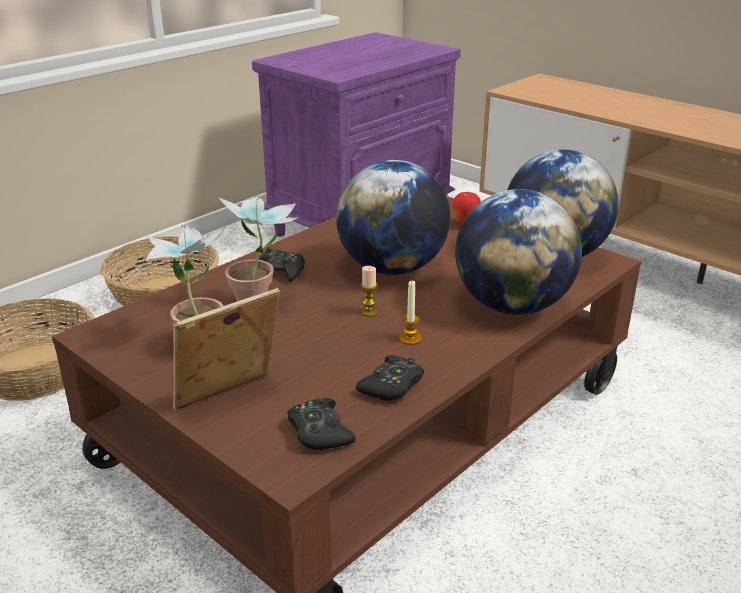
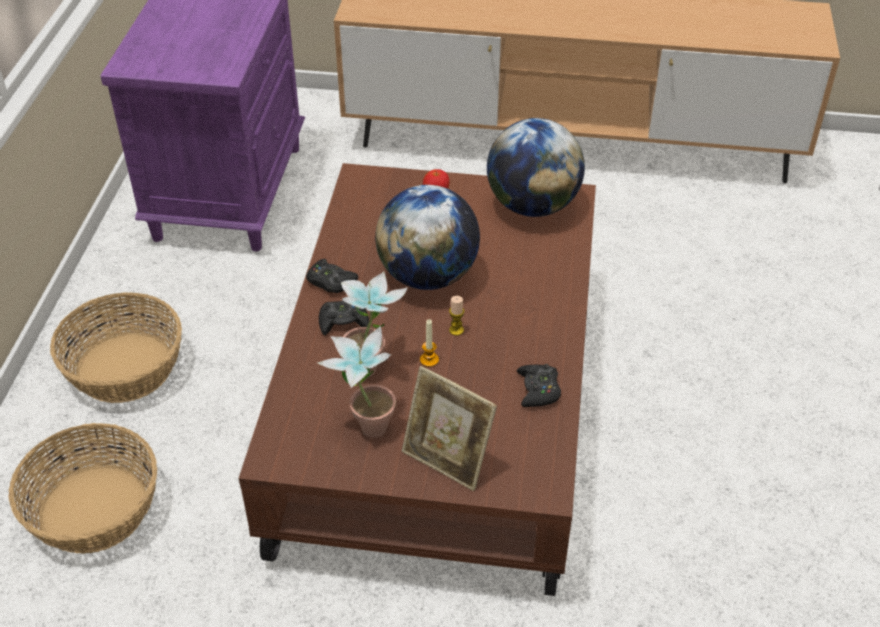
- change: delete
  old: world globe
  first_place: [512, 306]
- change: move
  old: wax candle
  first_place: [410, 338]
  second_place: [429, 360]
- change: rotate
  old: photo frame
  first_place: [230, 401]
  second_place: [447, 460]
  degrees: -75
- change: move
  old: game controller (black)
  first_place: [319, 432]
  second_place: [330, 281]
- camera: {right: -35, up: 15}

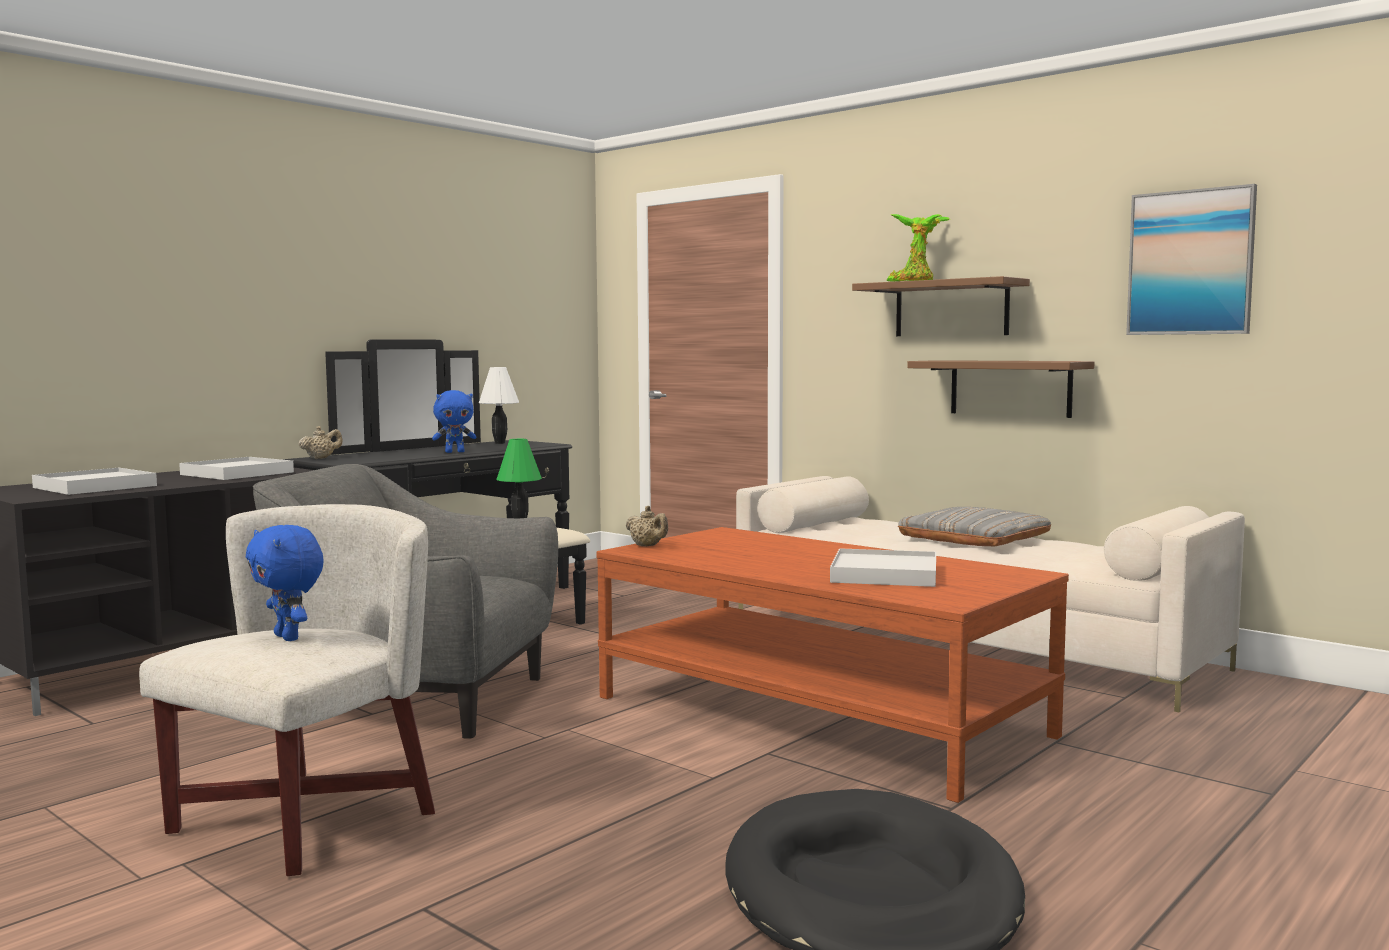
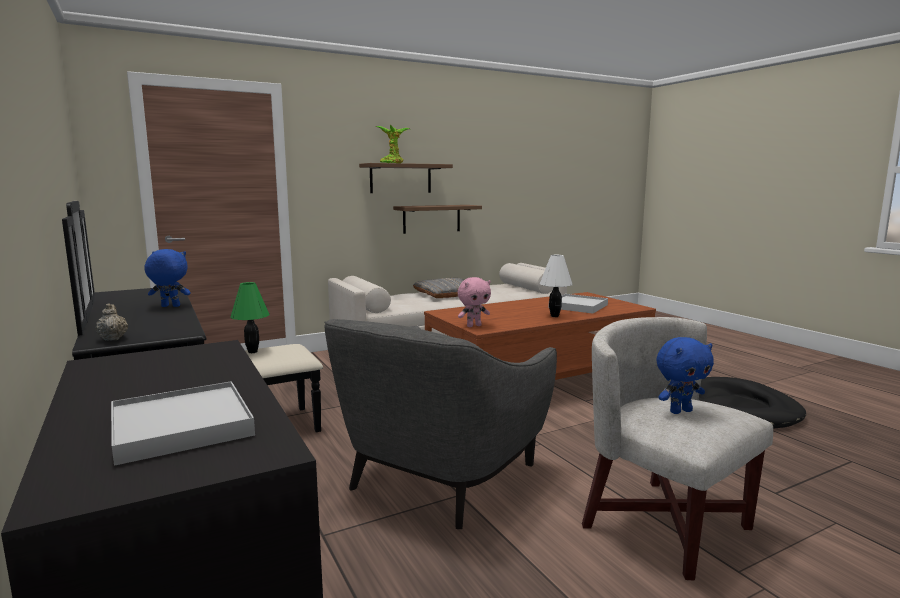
- change: delete
  old: picture
  first_place: [1190, 262]
- change: move
  old: tabletop lamp (whitish)
  first_place: [500, 443]
  second_place: [555, 316]
- change: rotate
  old: plush toy (bluish)
  first_place: [455, 452]
  second_place: [170, 306]
  degrees: -90
- change: delete
  old: serving tray (whitish)
  first_place: [237, 473]
- change: replace
  old: pot for tea (beige-coloured)
  new: plush toy (pinkish)
  first_place: [647, 546]
  second_place: [474, 326]
- camera: {right: -70, up: 5}

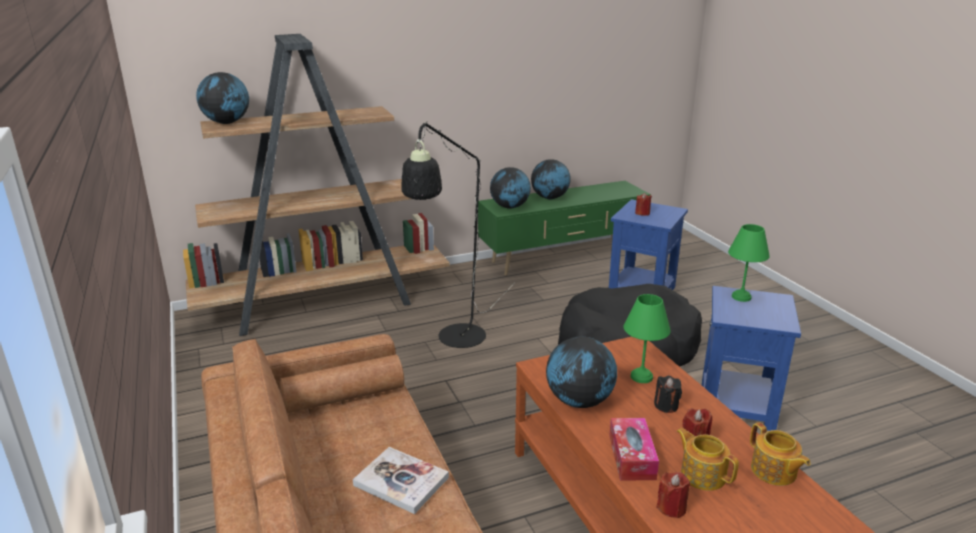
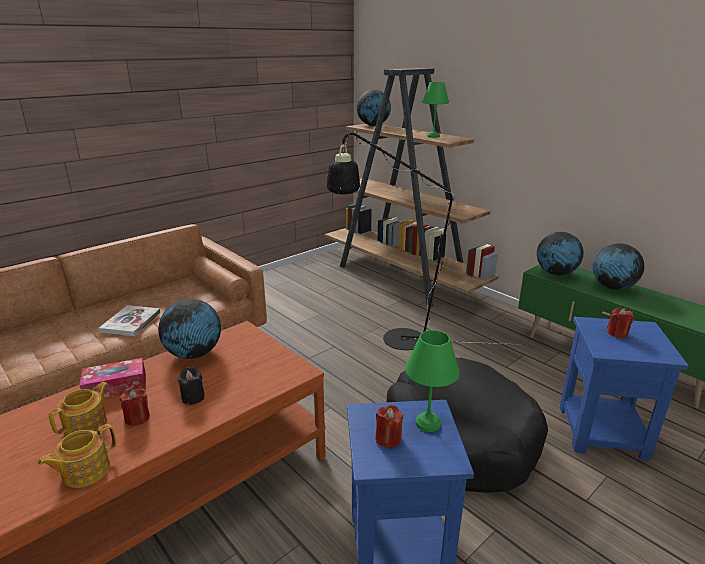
- change: move
  old: tabletop lamp (green)
  first_place: [641, 376]
  second_place: [434, 136]
- change: move
  old: wax candle (red-coloured)
  first_place: [671, 507]
  second_place: [388, 438]
- camera: {right: 70, up: 0}

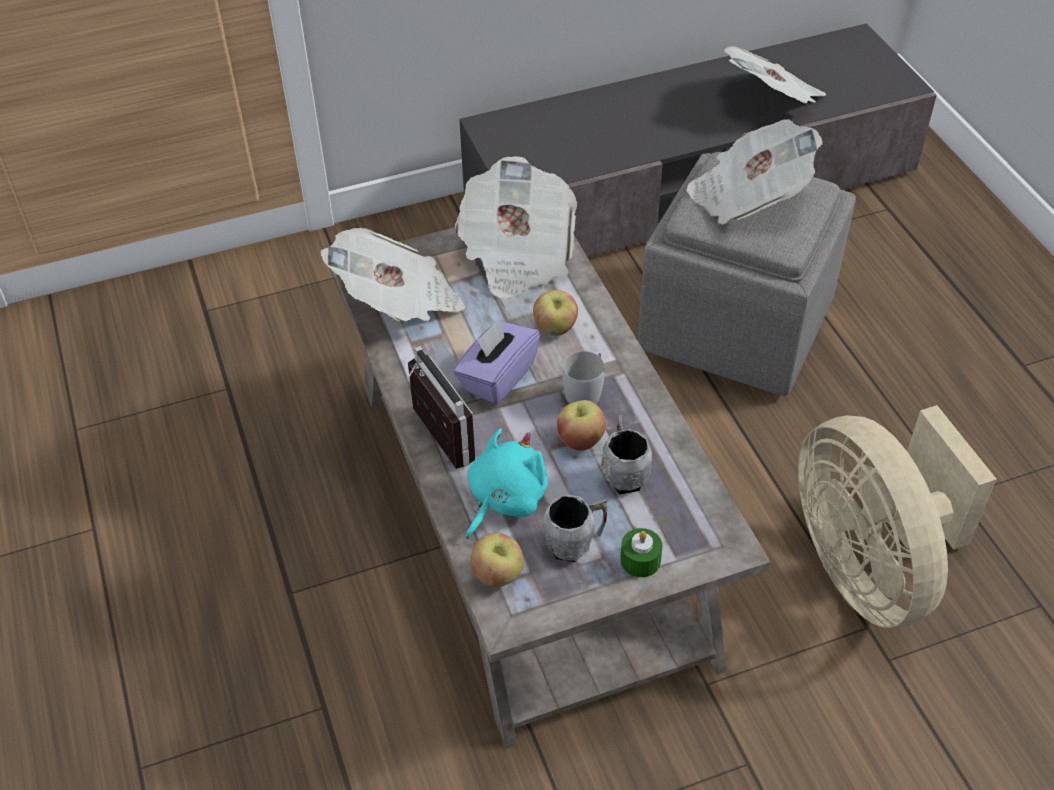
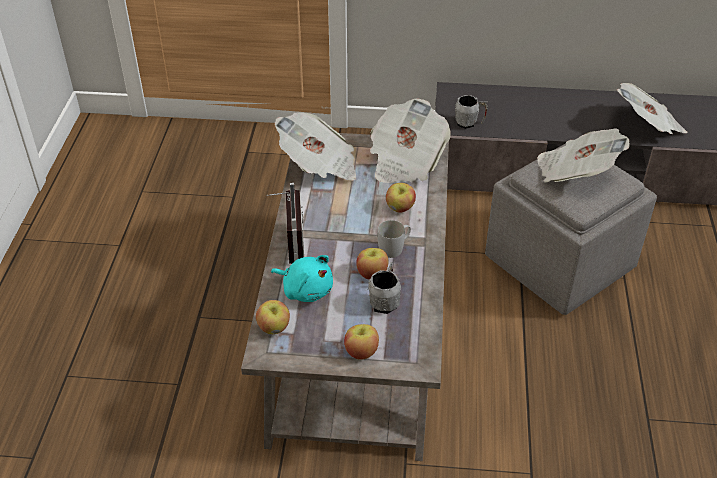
- change: delete
  old: tissue holder (purple-coloured)
  first_place: [497, 377]
- change: delete
  old: fan (beige-coloured)
  first_place: [869, 567]
- change: rotate
  old: plush toy (turquoise-coloured)
  first_place: [504, 499]
  second_place: [305, 289]
  degrees: 60
- change: move
  old: mug (gray)
  first_place: [575, 543]
  second_place: [469, 123]
- change: replace
  old: wax candle (green)
  new: whole apple
  first_place: [640, 560]
  second_place: [361, 351]
- camera: {right: 25, up: -5}

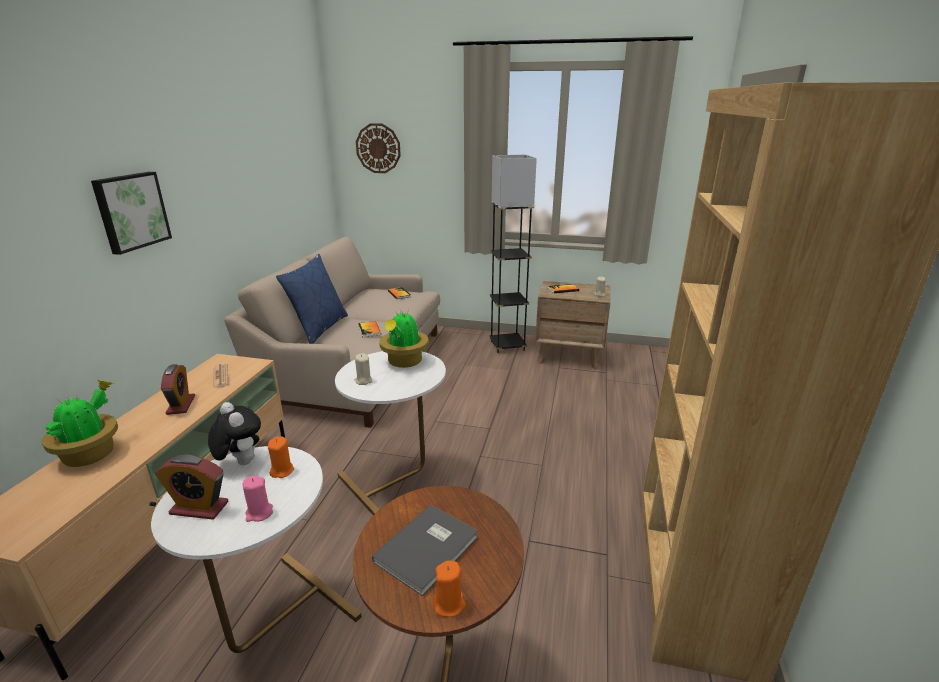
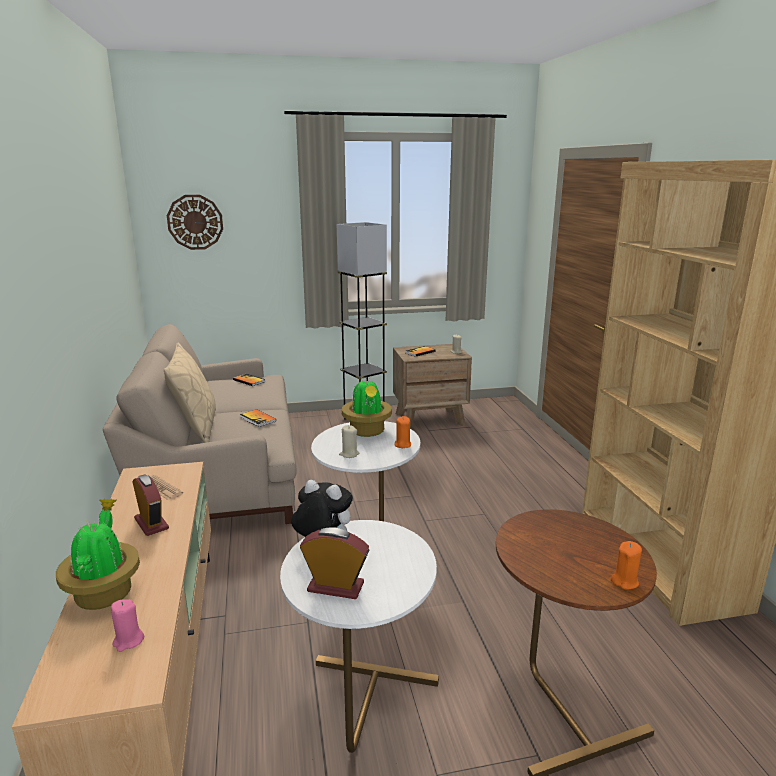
- change: delete
  old: picture
  first_place: [131, 211]
- change: recolor
  old: pillow (bluish)
  new: pillow (beige-coloured)
  first_place: [319, 328]
  second_place: [196, 427]
- change: move
  old: wax candle (orangey)
  first_place: [282, 471]
  second_place: [402, 444]
- change: rotate
  old: bedside clock
  first_place: [199, 508]
  second_place: [335, 587]
  degrees: -150
- change: move
  old: wax candle (pinkish)
  first_place: [259, 513]
  second_place: [128, 641]
- change: delete
  old: book (gray)
  first_place: [429, 549]
- camera: {right: -25, up: -5}

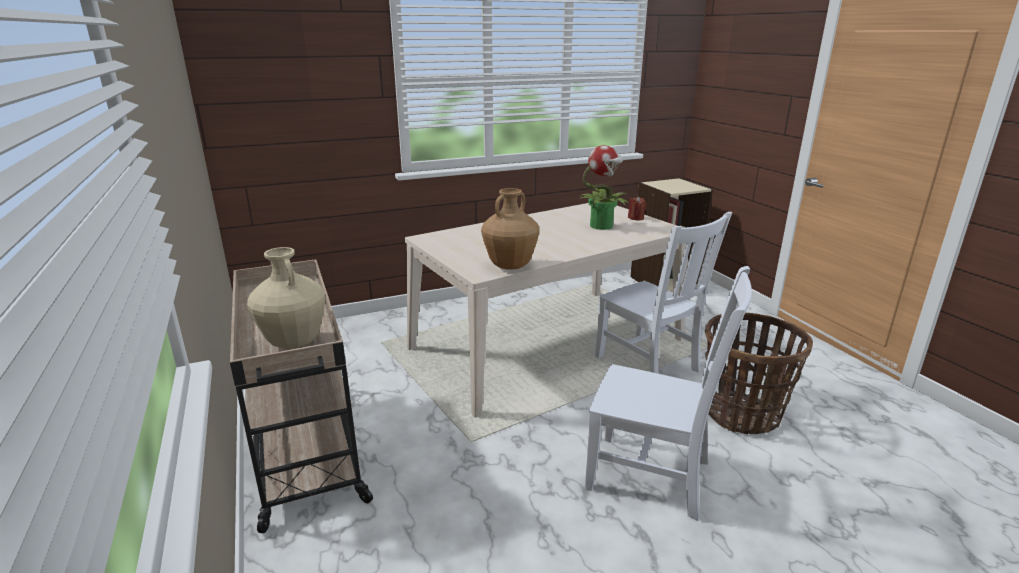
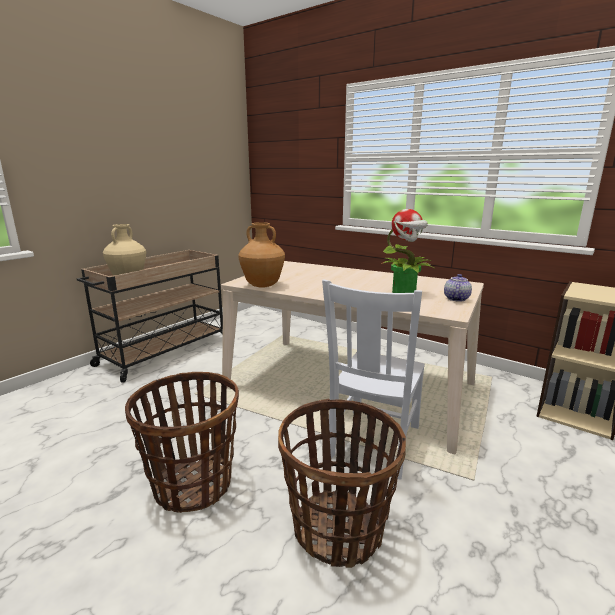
- change: replace
  old: wax candle (red-coloured)
  new: pot for tea
  first_place: [636, 218]
  second_place: [455, 299]
- change: replace
  old: chair (whitish)
  new: storage basket
  first_place: [653, 476]
  second_place: [192, 484]
- camera: {right: 60, up: -5}

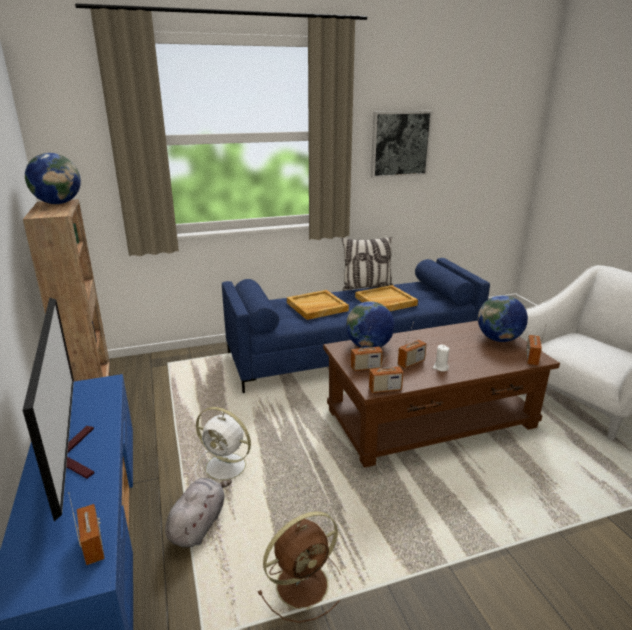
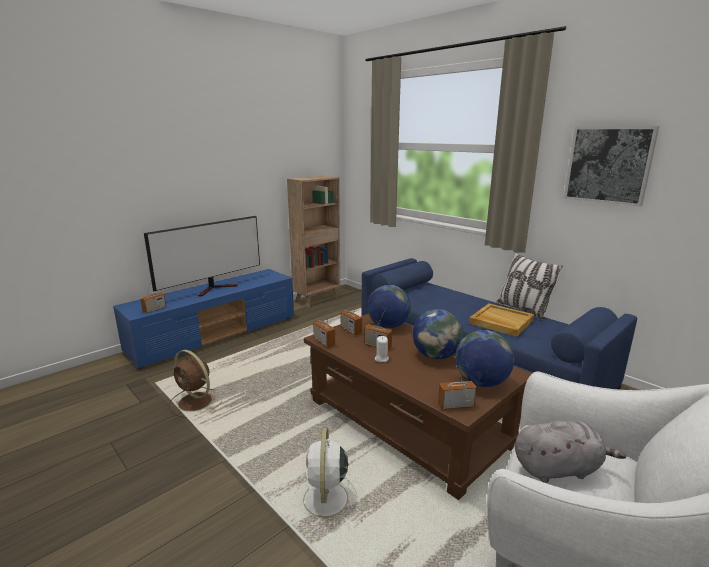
- change: move
  old: world globe
  first_place: [58, 203]
  second_place: [436, 356]
- change: delete
  old: serving tray (beige-coloured)
  first_place: [317, 307]
- change: move
  old: fan (whitish)
  first_place: [227, 467]
  second_place: [325, 501]
- change: move
  old: plush toy (gray)
  first_place: [198, 525]
  second_place: [558, 468]
- camera: {right: 65, up: -5}

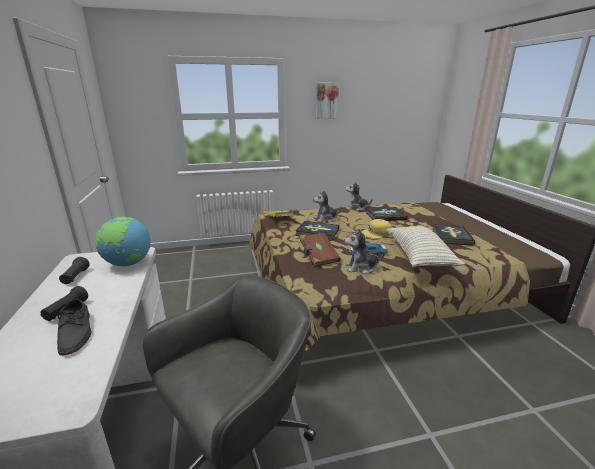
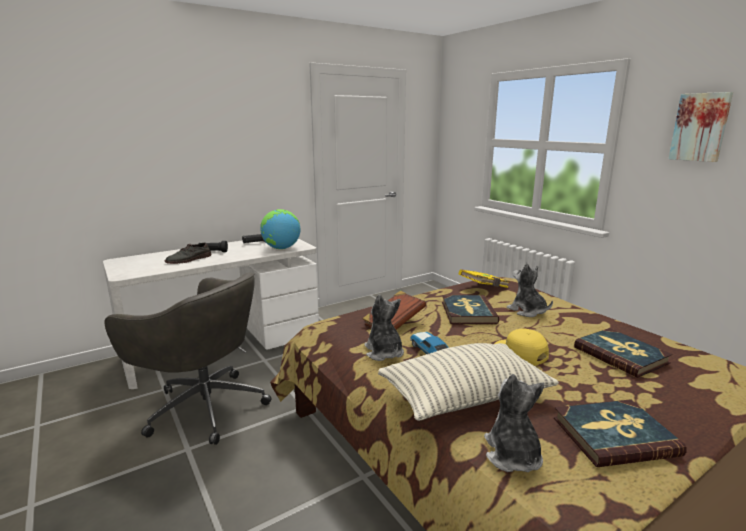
- change: move
  old: plush toy
  first_place: [356, 208]
  second_place: [512, 455]
- camera: {right: 70, up: -5}

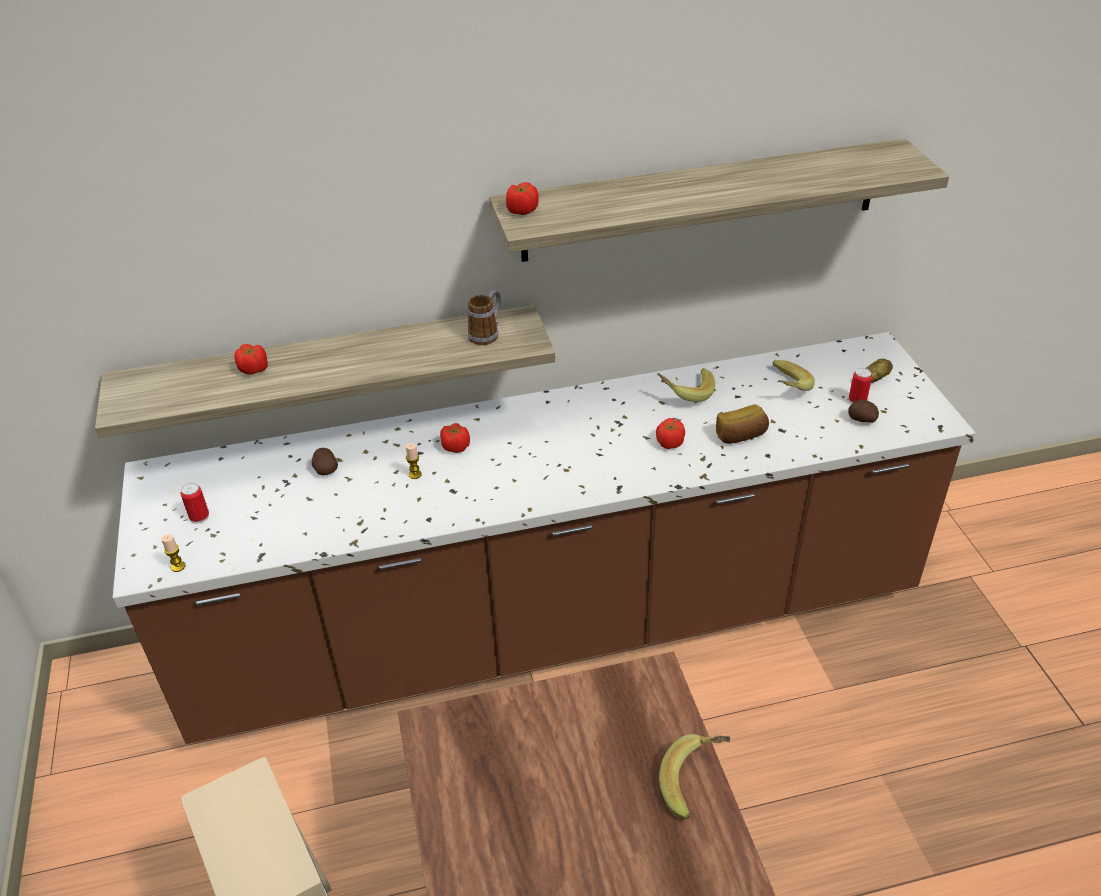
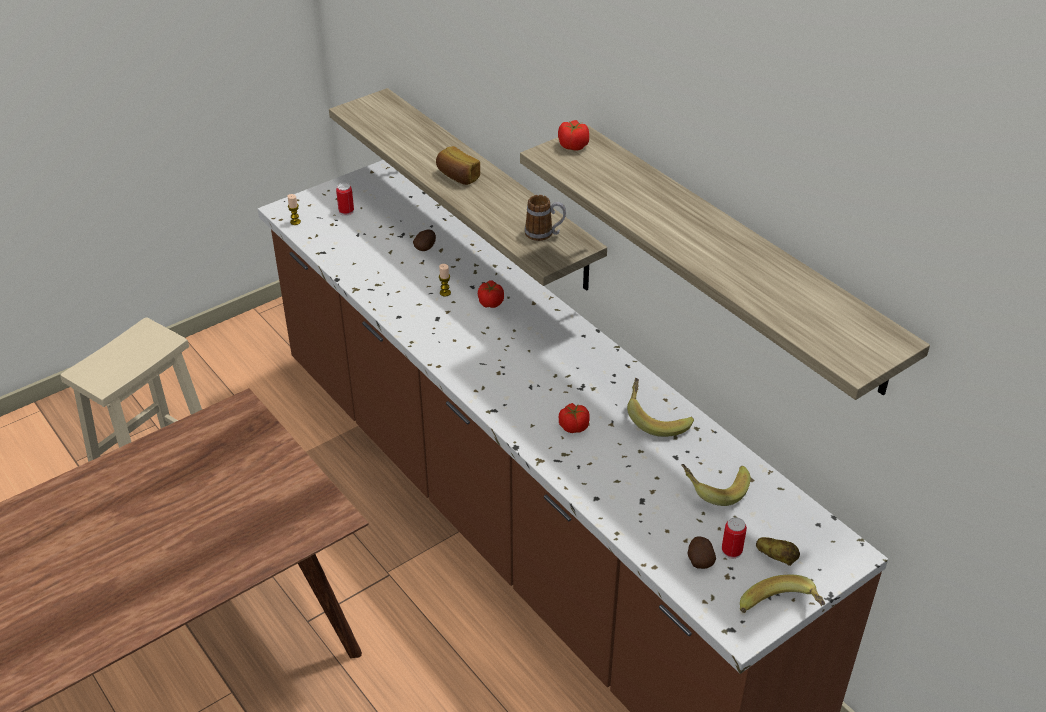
- change: delete
  old: fresh tomato
  first_place: [254, 369]
- change: move
  old: bakery bread
  first_place: [741, 436]
  second_place: [457, 176]
- change: move
  old: banana
  first_place: [696, 783]
  second_place: [781, 612]
- camera: {right: 65, up: 0}

